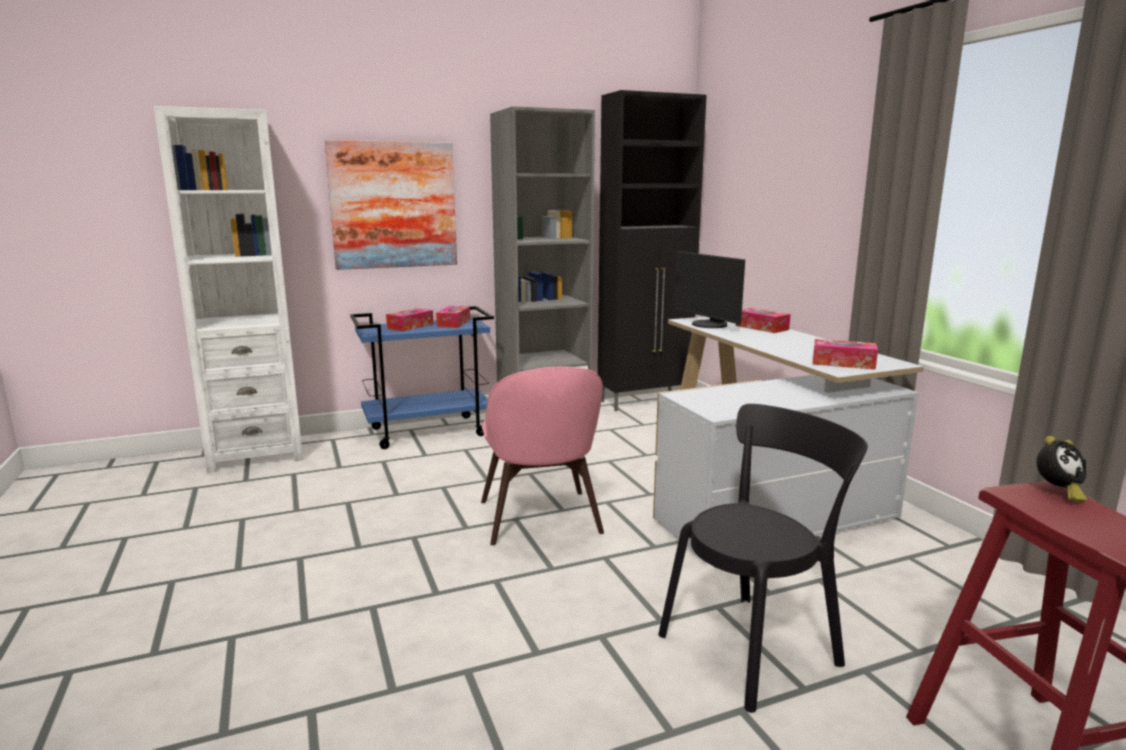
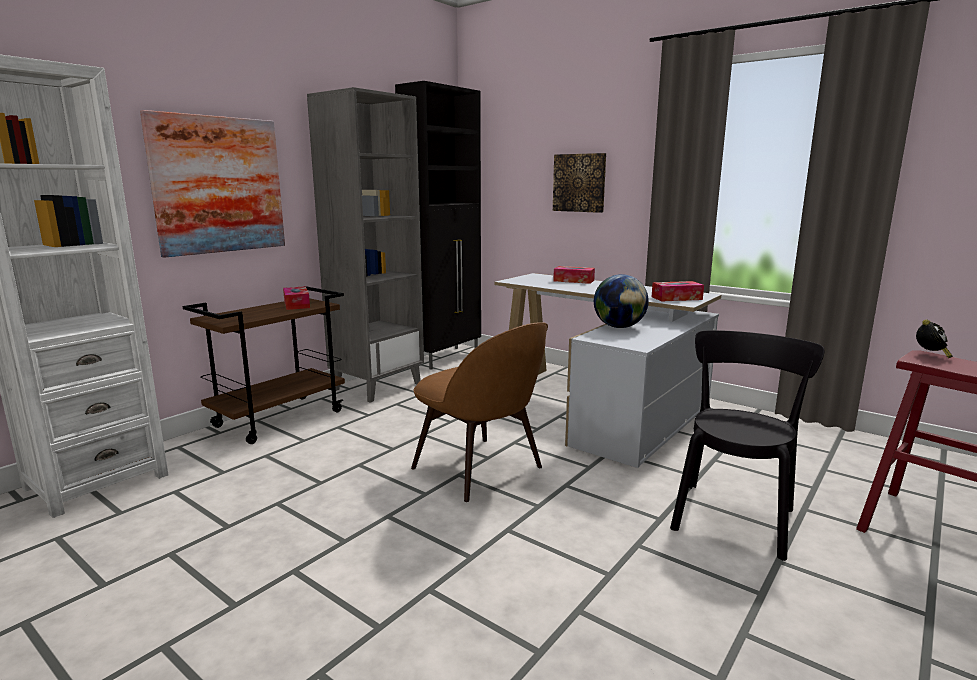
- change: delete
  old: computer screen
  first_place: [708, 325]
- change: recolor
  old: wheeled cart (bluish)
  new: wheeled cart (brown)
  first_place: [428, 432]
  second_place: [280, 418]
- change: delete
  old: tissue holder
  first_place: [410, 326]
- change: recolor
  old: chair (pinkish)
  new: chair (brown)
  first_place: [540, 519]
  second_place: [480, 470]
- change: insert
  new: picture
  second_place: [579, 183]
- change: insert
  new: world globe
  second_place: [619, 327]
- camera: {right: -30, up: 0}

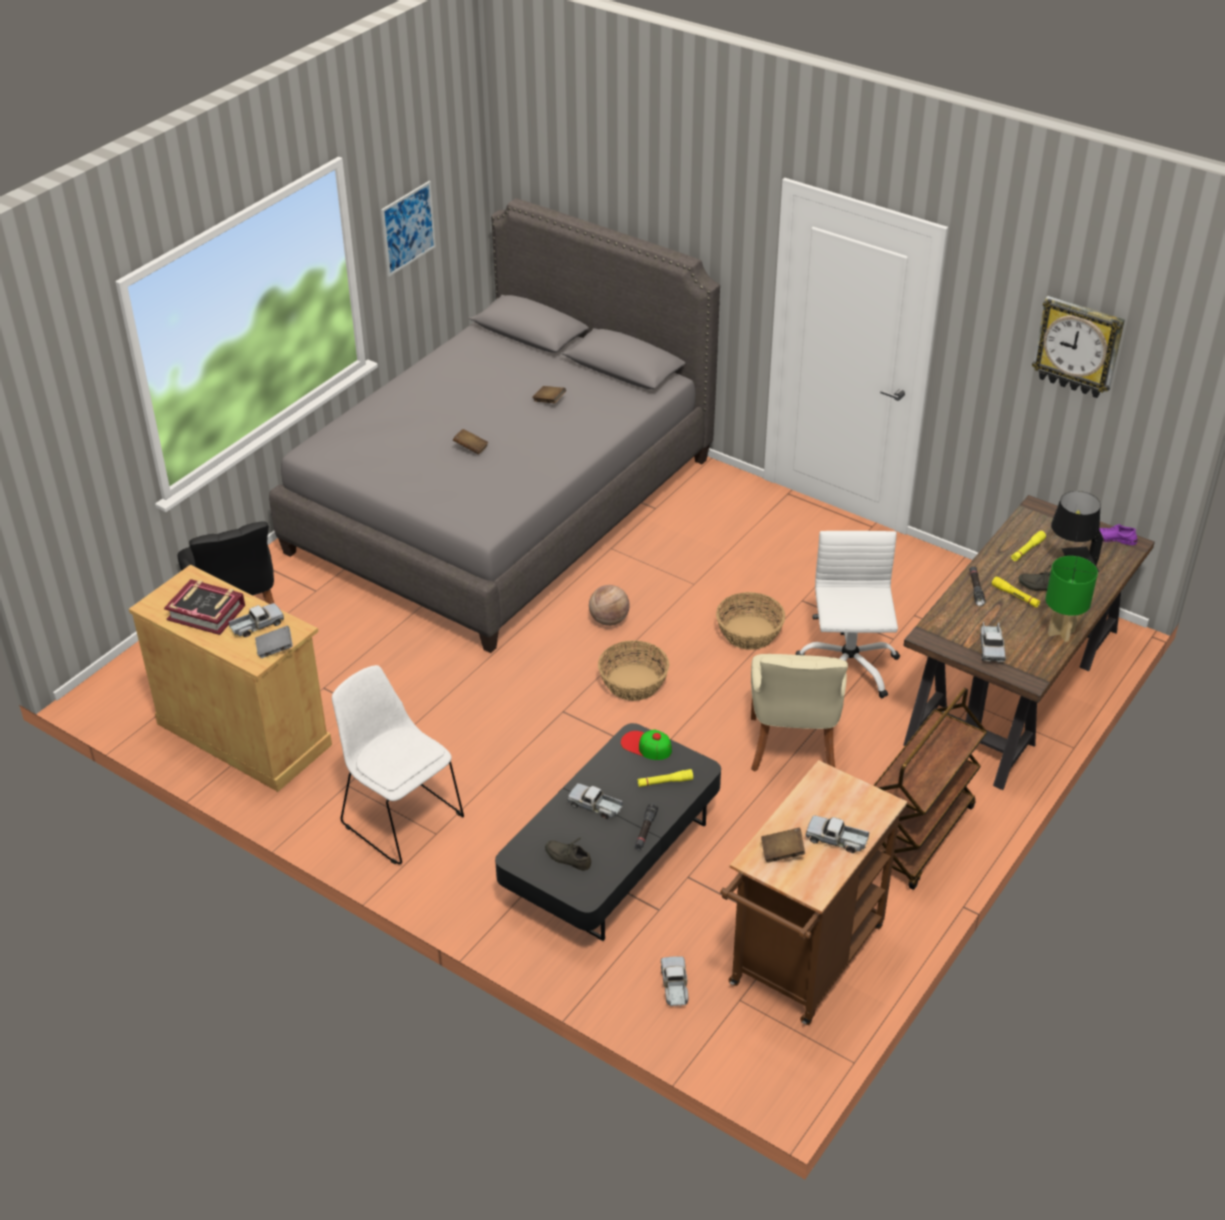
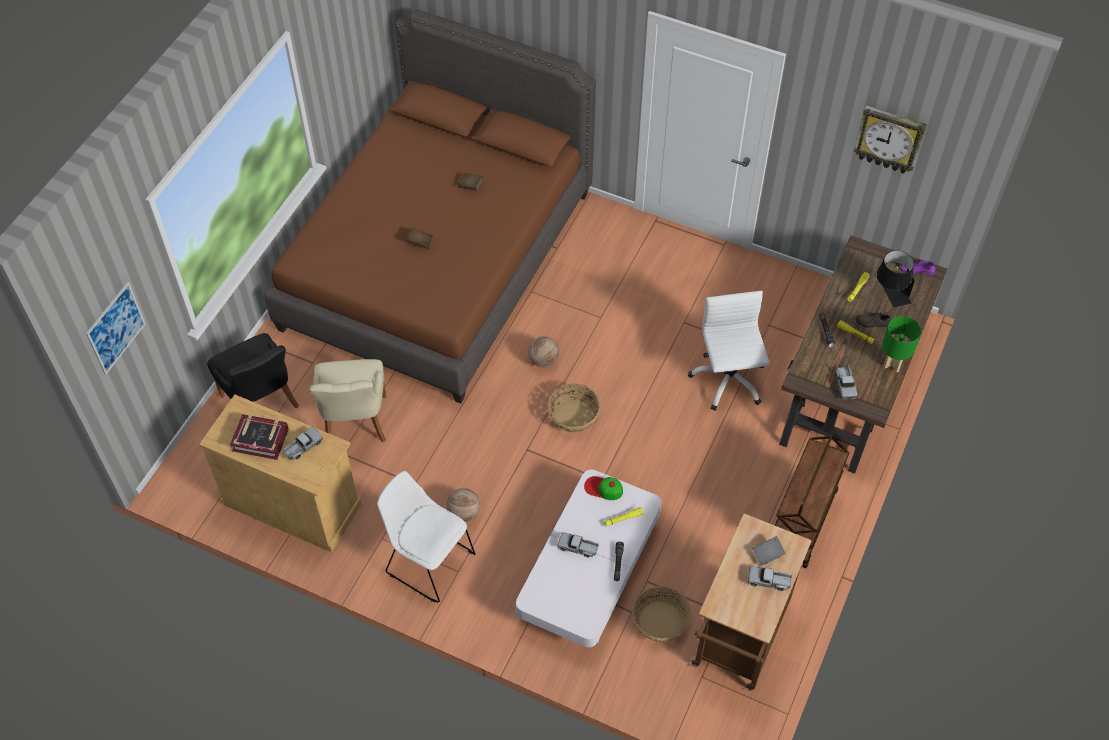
- change: move
  old: picture
  first_place: [408, 228]
  second_place: [115, 328]
- change: recolor
  old: bed (gray)
  new: bed (brown)
  first_place: [501, 505]
  second_place: [437, 260]
- change: move
  old: storage basket
  first_place: [750, 633]
  second_place: [660, 621]
- change: move
  old: book (gray)
  first_place: [275, 649]
  second_place: [767, 554]
- change: move
  old: chair (beige-coloured)
  first_place: [793, 749]
  second_place: [355, 423]
- change: recolor
  old: lounge table (black)
  new: lounge table (whitish)
  first_place: [611, 858]
  second_place: [589, 573]
- change: delete
  old: book (brown)
  first_place: [782, 852]
- change: delete
  old: low shoe (gray)
  first_place: [569, 857]
- change: delete
  old: toy truck
  first_place: [675, 986]
- change: insert
  new: basketball ball
  second_place: [464, 513]
- camera: {right: -10, up: 15}

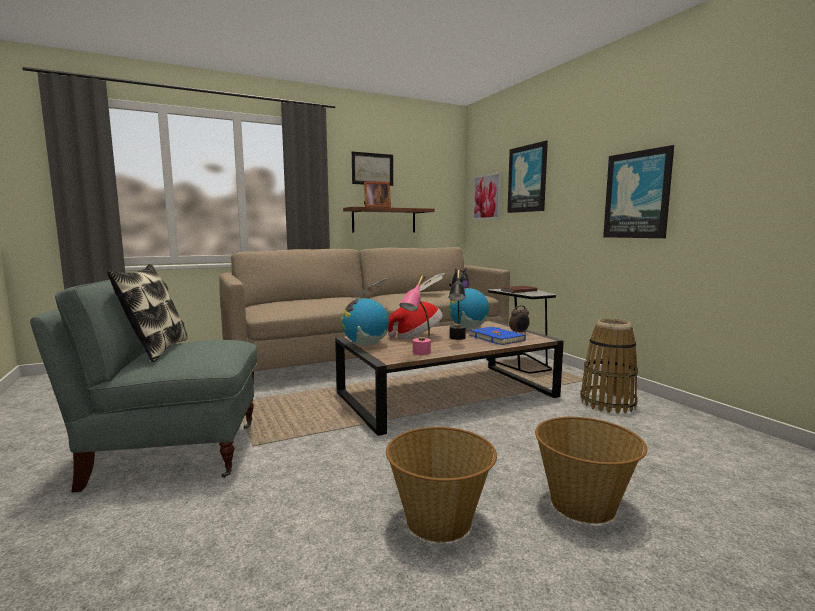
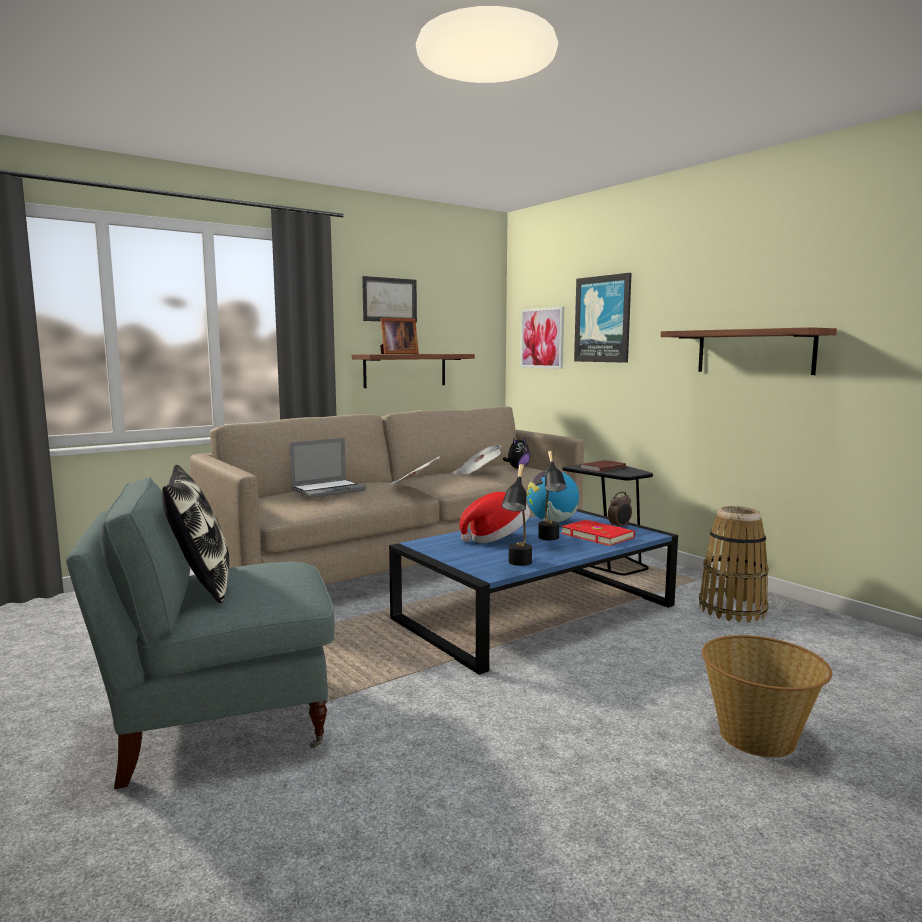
- change: replace
  old: picture
  new: bracket shelf
  first_place: [637, 195]
  second_place: [754, 351]
- change: recolor
  old: tabletop lamp (pinkish)
  new: tabletop lamp (black)
  first_place: [418, 354]
  second_place: [518, 565]
- change: delete
  old: world globe
  first_place: [365, 345]
- change: recolor
  old: lounge table (brown)
  new: lounge table (bluish)
  first_place: [447, 394]
  second_place: [536, 611]
- change: recolor
  old: book (bluish)
  new: book (red-coloured)
  first_place: [497, 338]
  second_place: [597, 535]
- change: delete
  old: storage basket
  first_place: [440, 521]
- change: insert
  new: portable computer
  second_place: [329, 490]
- camera: {right: -10, up: 0}

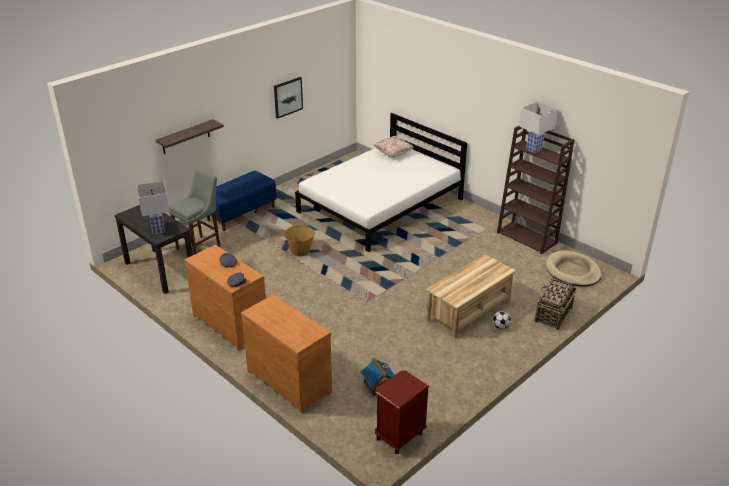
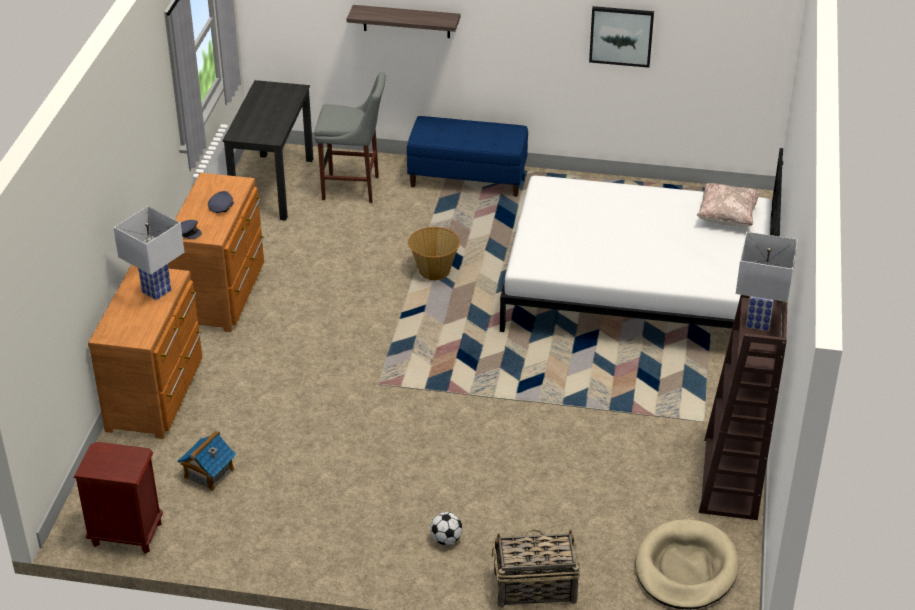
- change: move
  old: tabletop lamp (whitish)
  first_place: [158, 230]
  second_place: [156, 291]
- change: delete
  old: lounge table (beige-coloured)
  first_place: [468, 311]
- camera: {right: 55, up: 5}

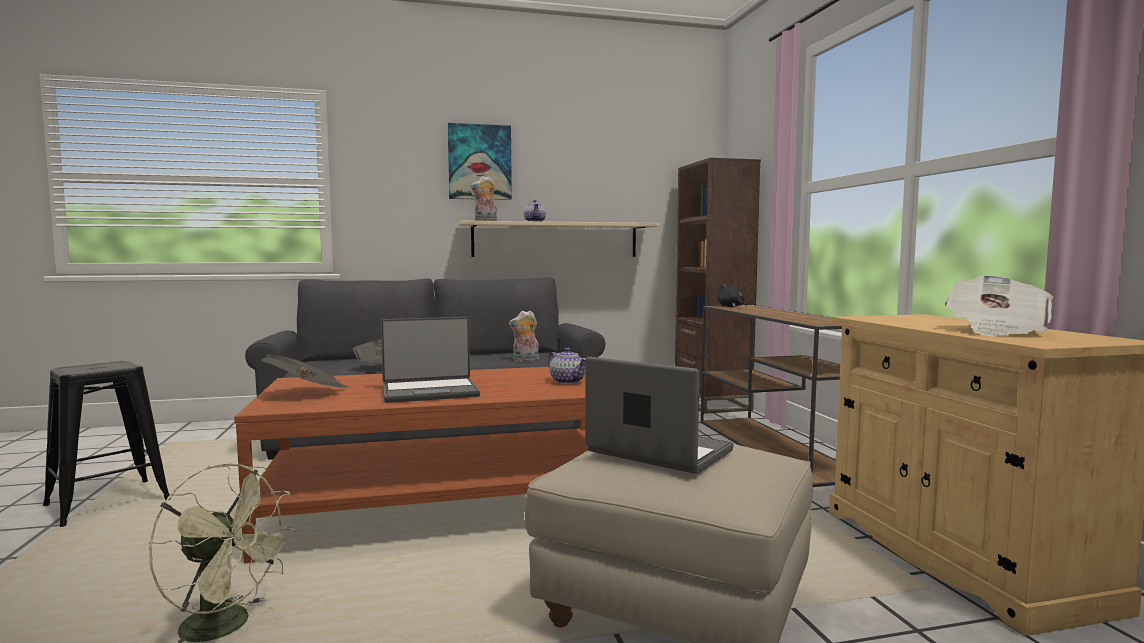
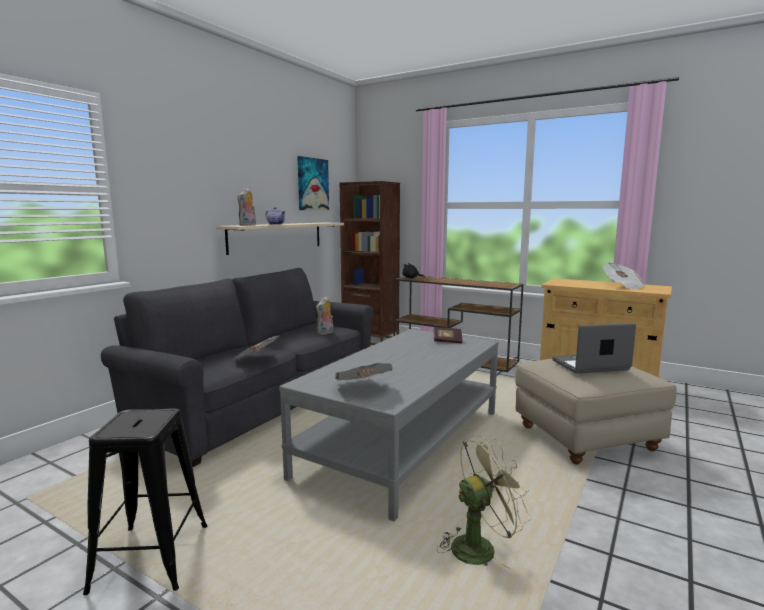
- change: move
  old: picture
  first_place: [479, 162]
  second_place: [312, 184]
- change: delete
  old: portable computer
  first_place: [430, 392]
- change: replace
  old: pot for tea
  new: book
  first_place: [567, 381]
  second_place: [447, 341]
- change: recolor
  old: lounge table (brown)
  new: lounge table (gray)
  first_place: [447, 508]
  second_place: [404, 442]
- camera: {right: -45, up: 5}

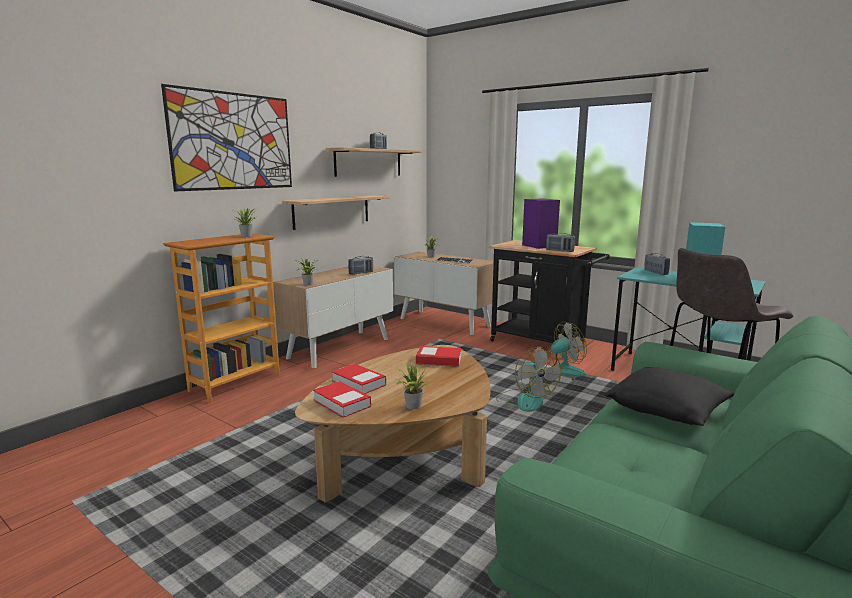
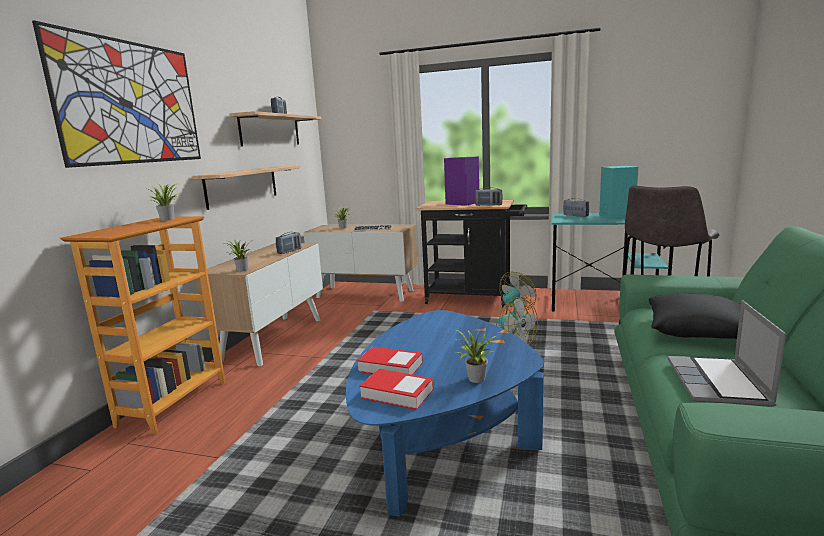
- change: recolor
  old: lounge table (brown)
  new: lounge table (bluish)
  first_place: [407, 454]
  second_place: [442, 435]
- change: delete
  old: book
  first_place: [439, 360]
- change: insert
  new: portable computer
  second_place: [718, 383]
- camera: {right: -20, up: 0}

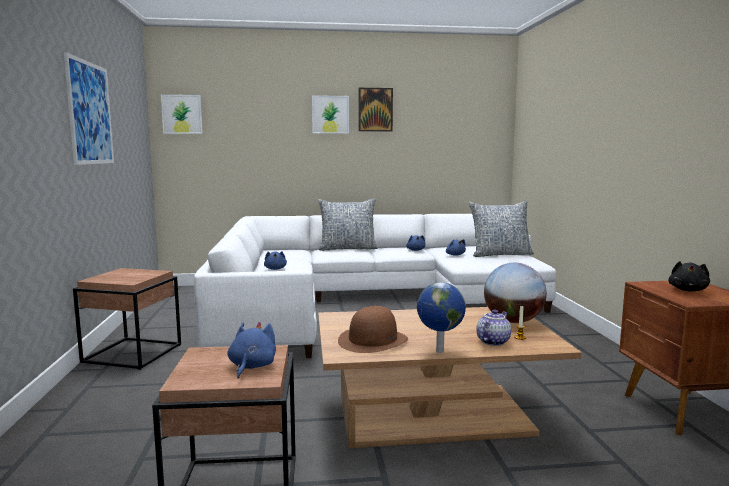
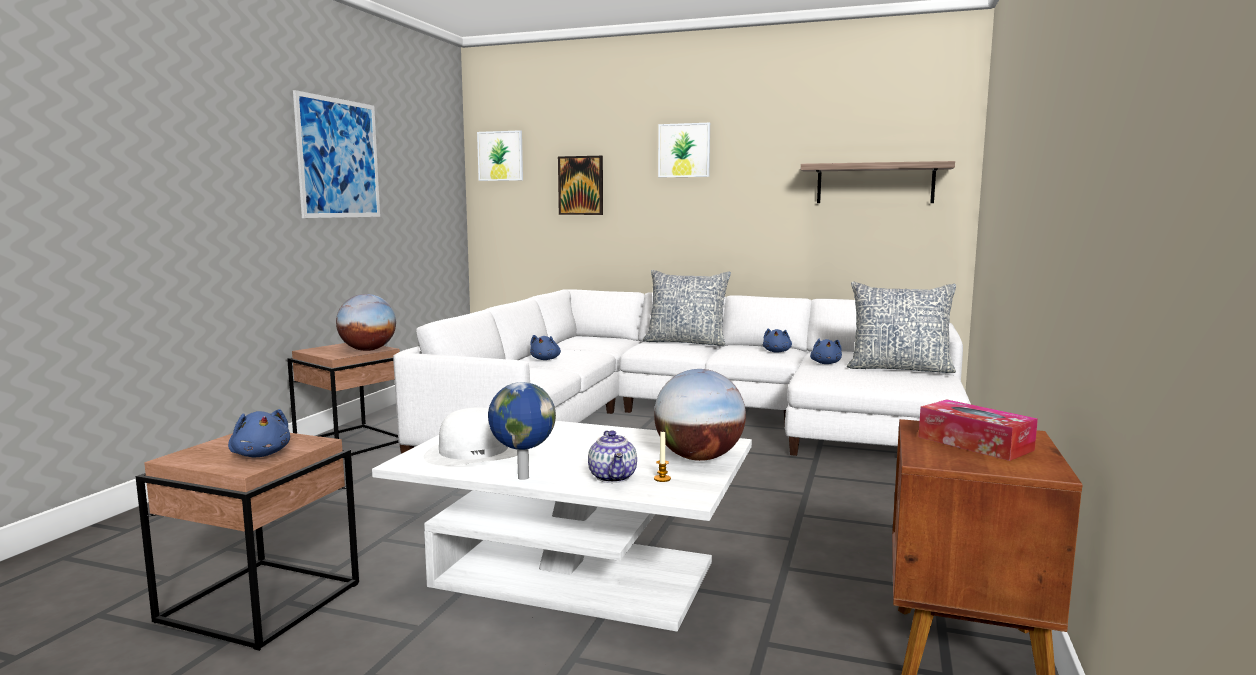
- change: move
  old: picture
  first_place: [375, 109]
  second_place: [581, 185]
- change: replace
  old: plush toy (black)
  new: tissue holder
  first_place: [688, 290]
  second_place: [975, 443]
- change: recolor
  old: clothing hat (brown)
  new: clothing hat (whitish)
  first_place: [373, 340]
  second_place: [474, 453]
- change: recolor
  old: lounge table (brown)
  new: lounge table (whitish)
  first_place: [433, 416]
  second_place: [574, 574]
- change: rotate
  old: pot for tea
  first_place: [492, 341]
  second_place: [614, 477]
  degrees: 105
- change: rotate
  old: plush toy (bluish)
  first_place: [251, 366]
  second_place: [261, 454]
  degrees: 105
- change: insert
  new: bracket shelf
  second_place: [875, 183]
- change: insert
  new: world globe
  second_place: [367, 350]
- camera: {right: 25, up: 0}

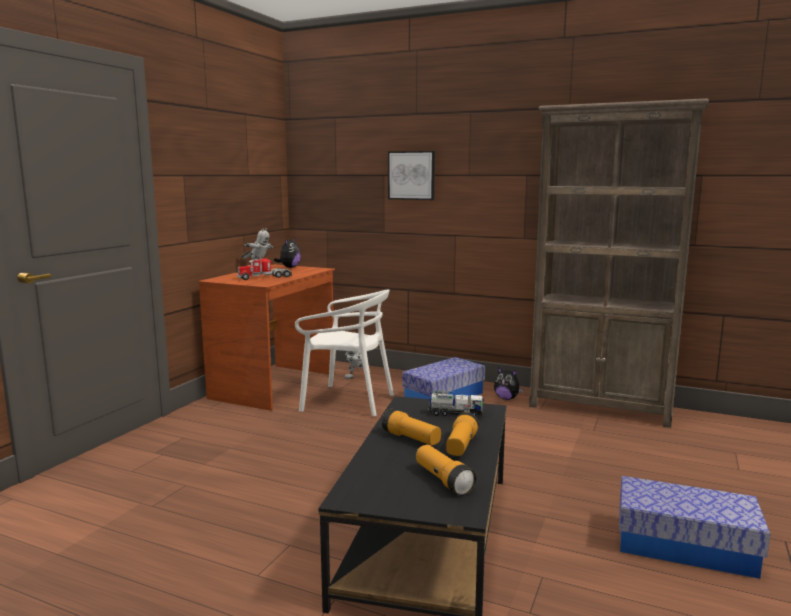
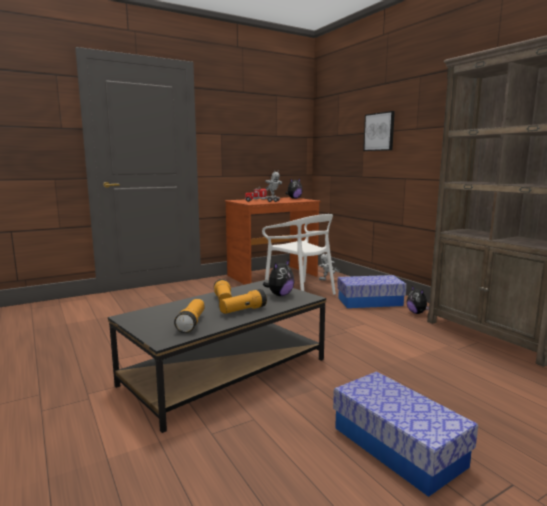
- change: replace
  old: toy truck
  new: plush toy
  first_place: [455, 414]
  second_place: [280, 295]
- camera: {right: 35, up: 0}

